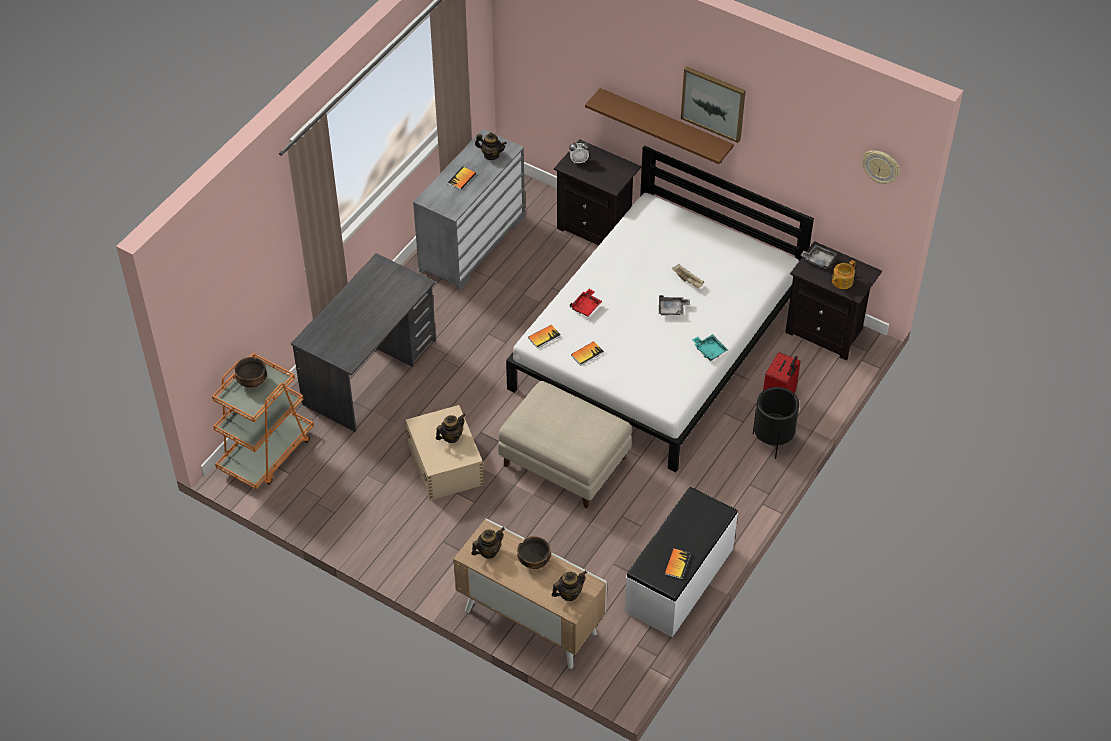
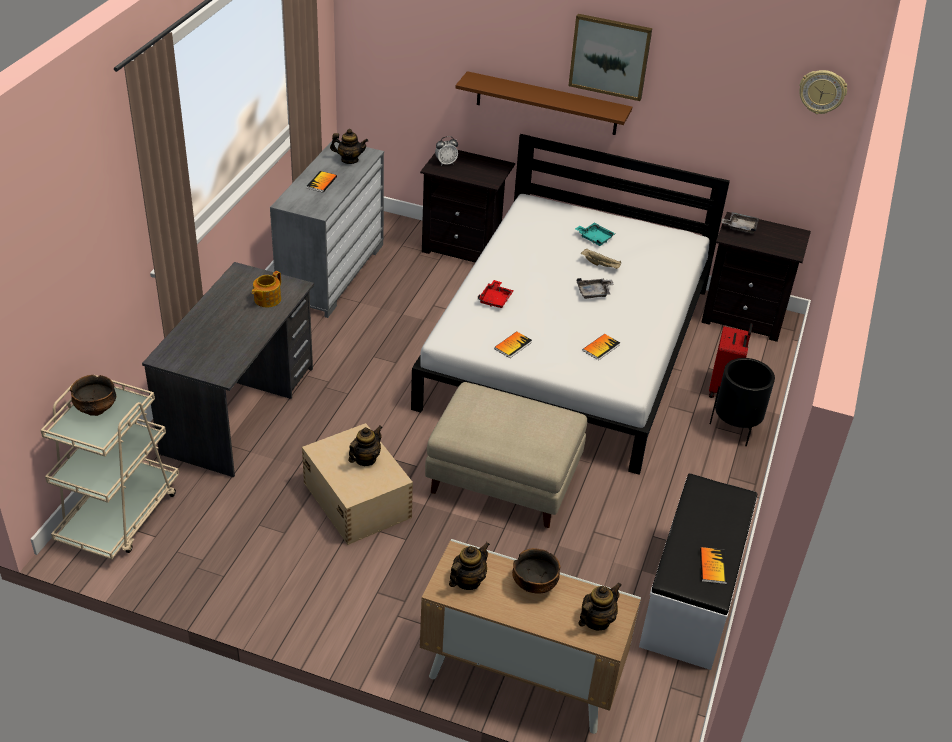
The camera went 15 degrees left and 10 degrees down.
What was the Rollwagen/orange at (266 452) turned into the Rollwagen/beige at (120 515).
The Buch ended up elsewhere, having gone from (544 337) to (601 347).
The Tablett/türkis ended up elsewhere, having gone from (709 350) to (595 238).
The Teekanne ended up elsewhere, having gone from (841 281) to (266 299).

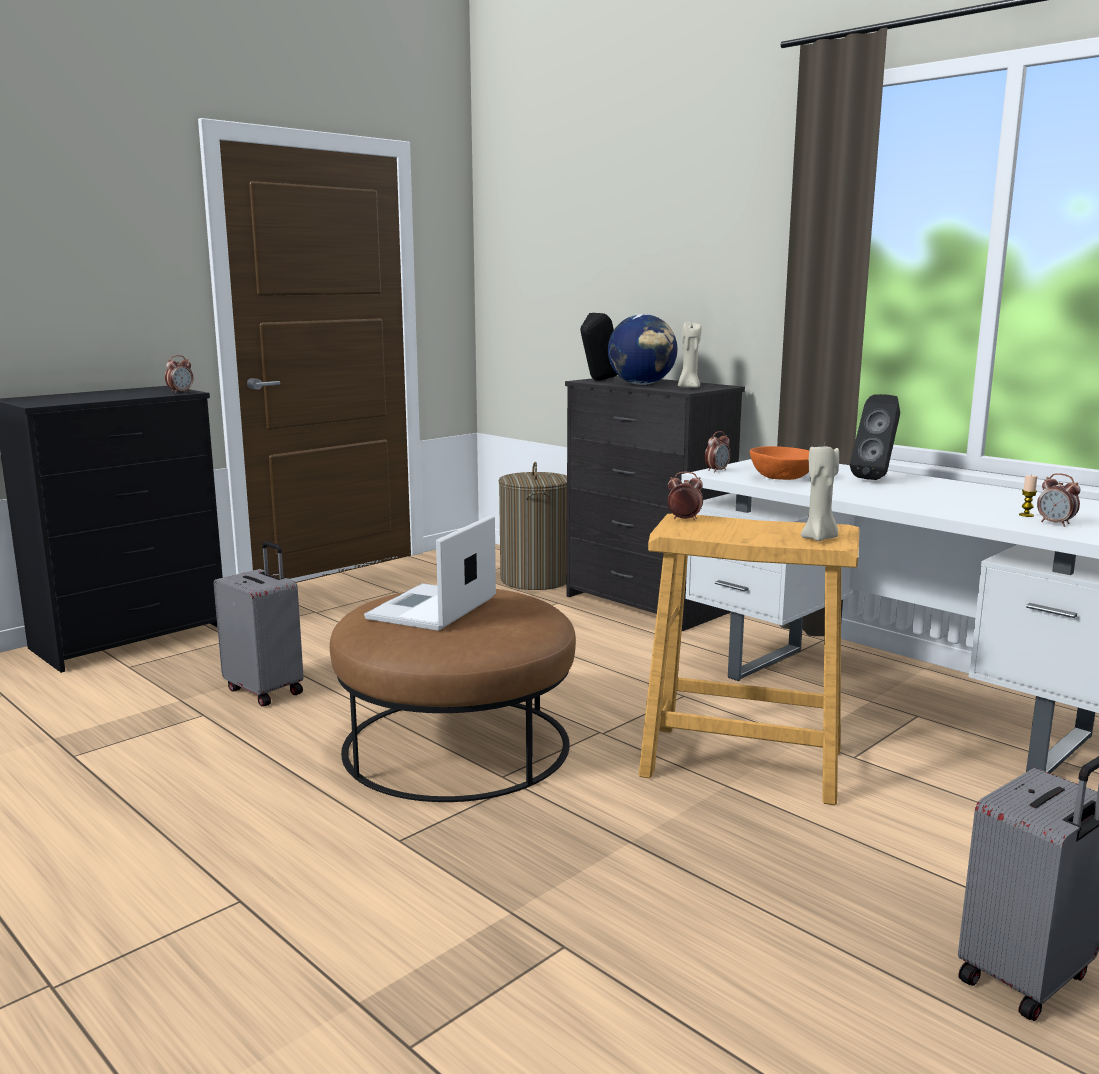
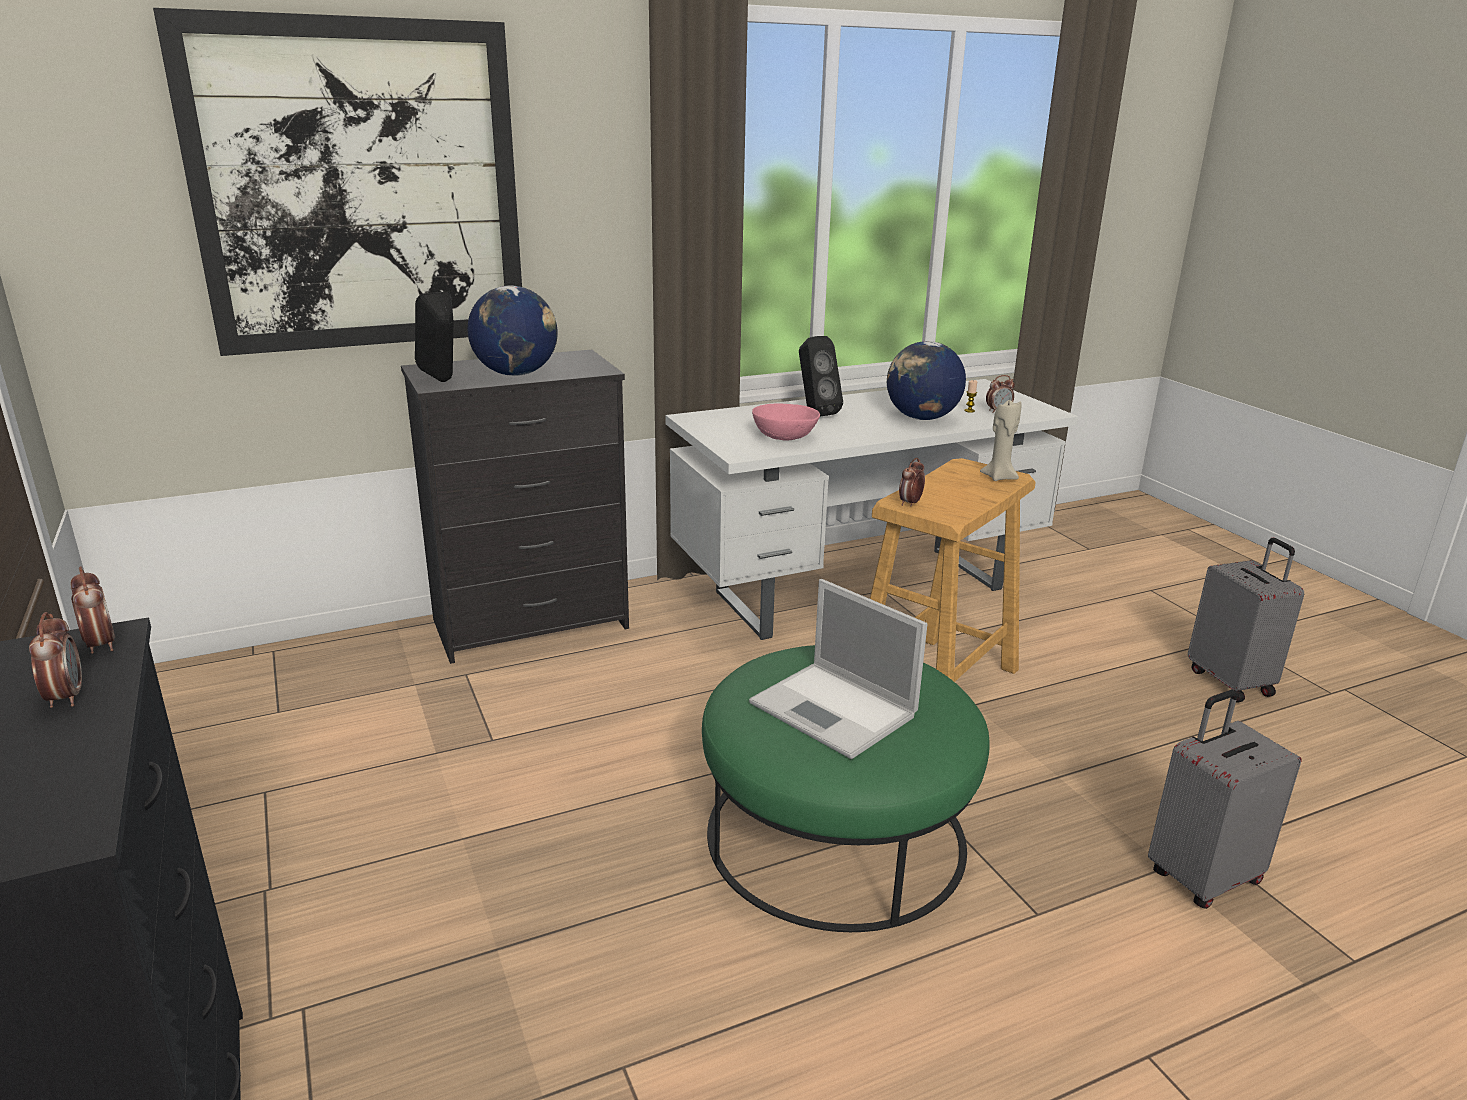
The camera went 70 degrees left and 10 degrees up.
The Koffer/grau ended up elsewhere, having gone from (266 690) to (1201 876).
What was the Polsterhocker/braun at (456 745) turned into the Polsterhocker/grün at (836 835).
The second view lost the Wäschekorb at (535 579).
The second view lost the Kerze/beige at (688 387).
The Wecker ended up elsewhere, having gone from (717 471) to (66 697).
What was the Schüssel/orange at (782 478) turned into the Schüssel/rosa at (784 436).
The second view gained the Bild at (360 188).
The second view gained the Globus at (921 418).

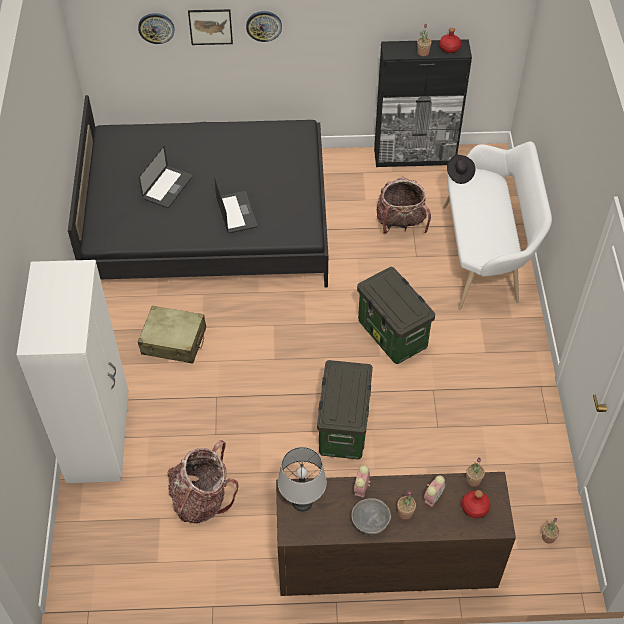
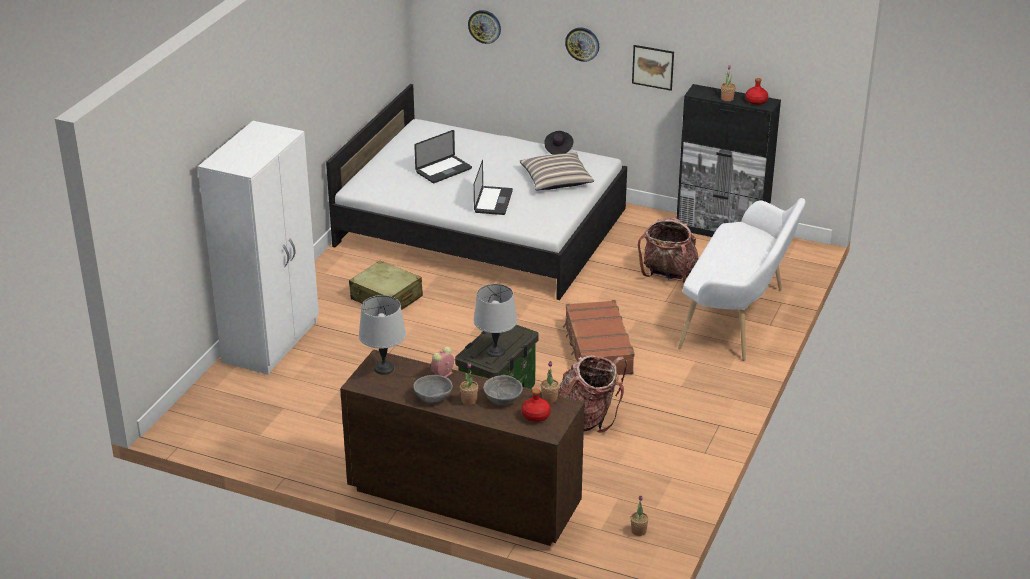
The camera went 25 degrees right and 20 degrees down.
What was the Bett/schwarz at (208 221) turned into the Bett/weiß at (481 227).
The Rucksack ended up elsewhere, having gone from (201 499) to (588 418).
The Bild ended up elsewhere, having gone from (210 26) to (653 67).
Where the Aufbewahrungsbox stood at (393 335), the Koffer/braun came to stand at (597 349).
Where the Wecker stood at (433 497), the Schüssel/grau came to stand at (503 398).
The Hut/schwarz ended up elsewhere, having gone from (459 174) to (558 149).
The second view gained the Tischlampe/grau at (496 351).
The second view gained the Kissen at (556 179).

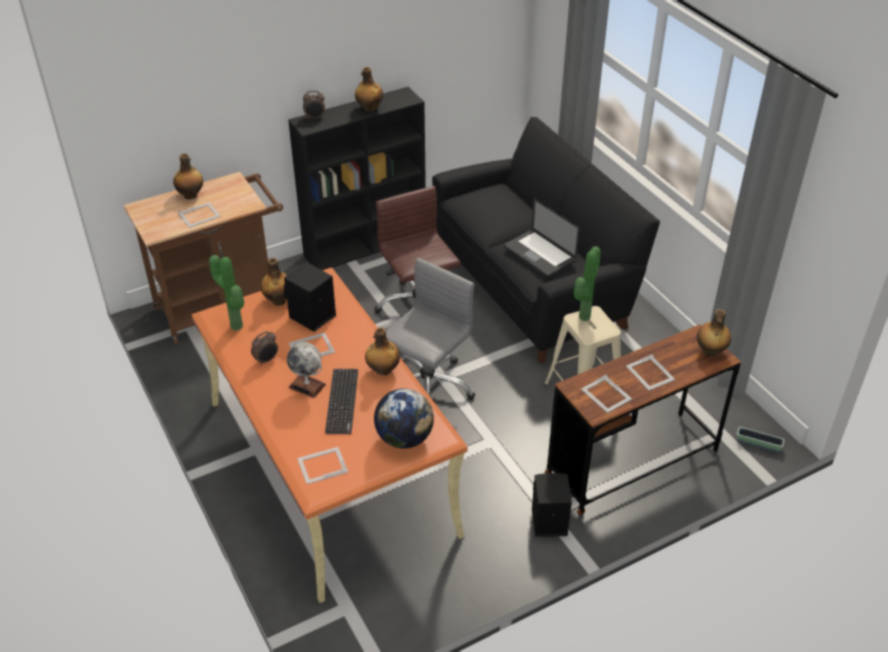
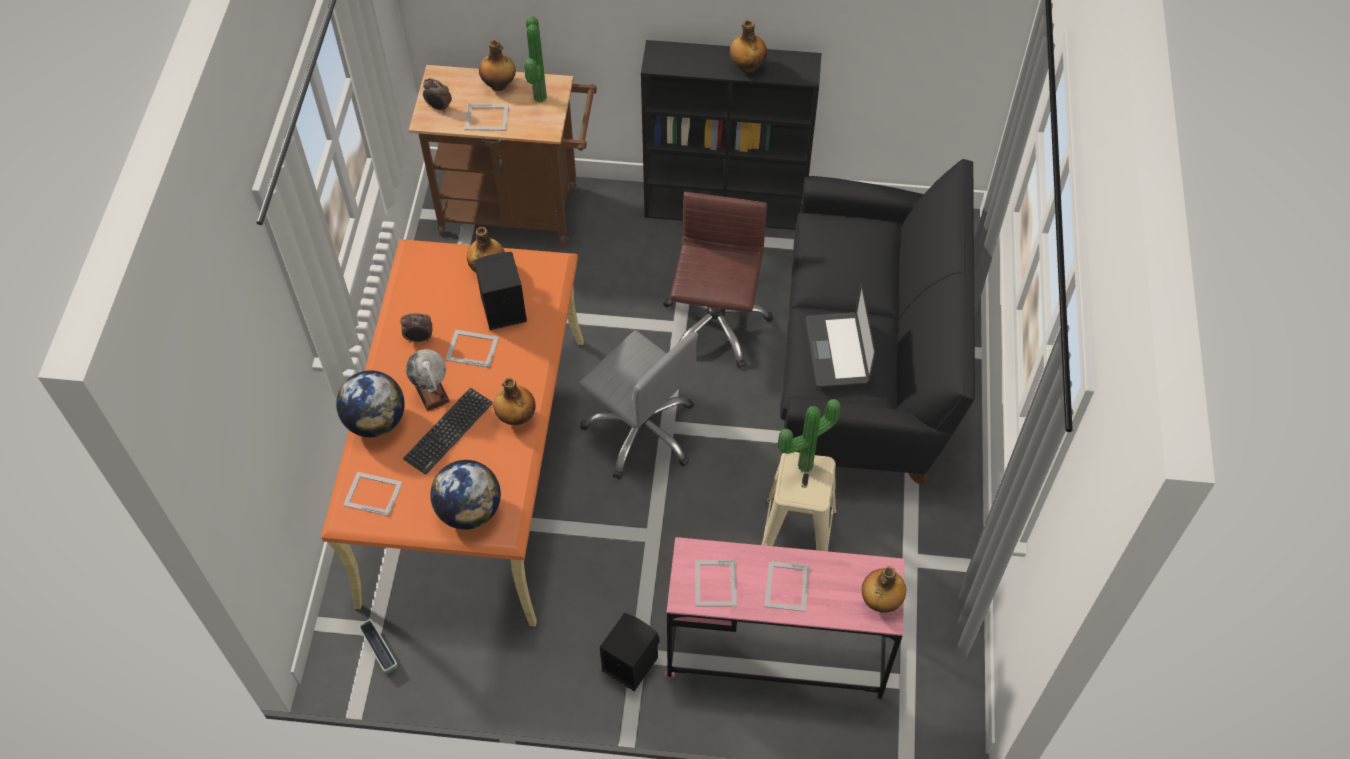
The camera went 35 degrees right and 15 degrees up.
The Topfpflanze ended up elsewhere, having gone from (234 327) to (537 97).
The Wecker ended up elsewhere, having gone from (315 117) to (439 107).
The Bürostuhl/grau at (427 387) ended up facing another way, 60 degrees clockwise from before.
What was the Schreibtisch/braun at (632 462) turned into the Schreibtisch/rosa at (776 652).
The Pflanzkübel ended up elsewhere, having gone from (758 444) to (380 650).
The second view gained the Globus at (376 421).

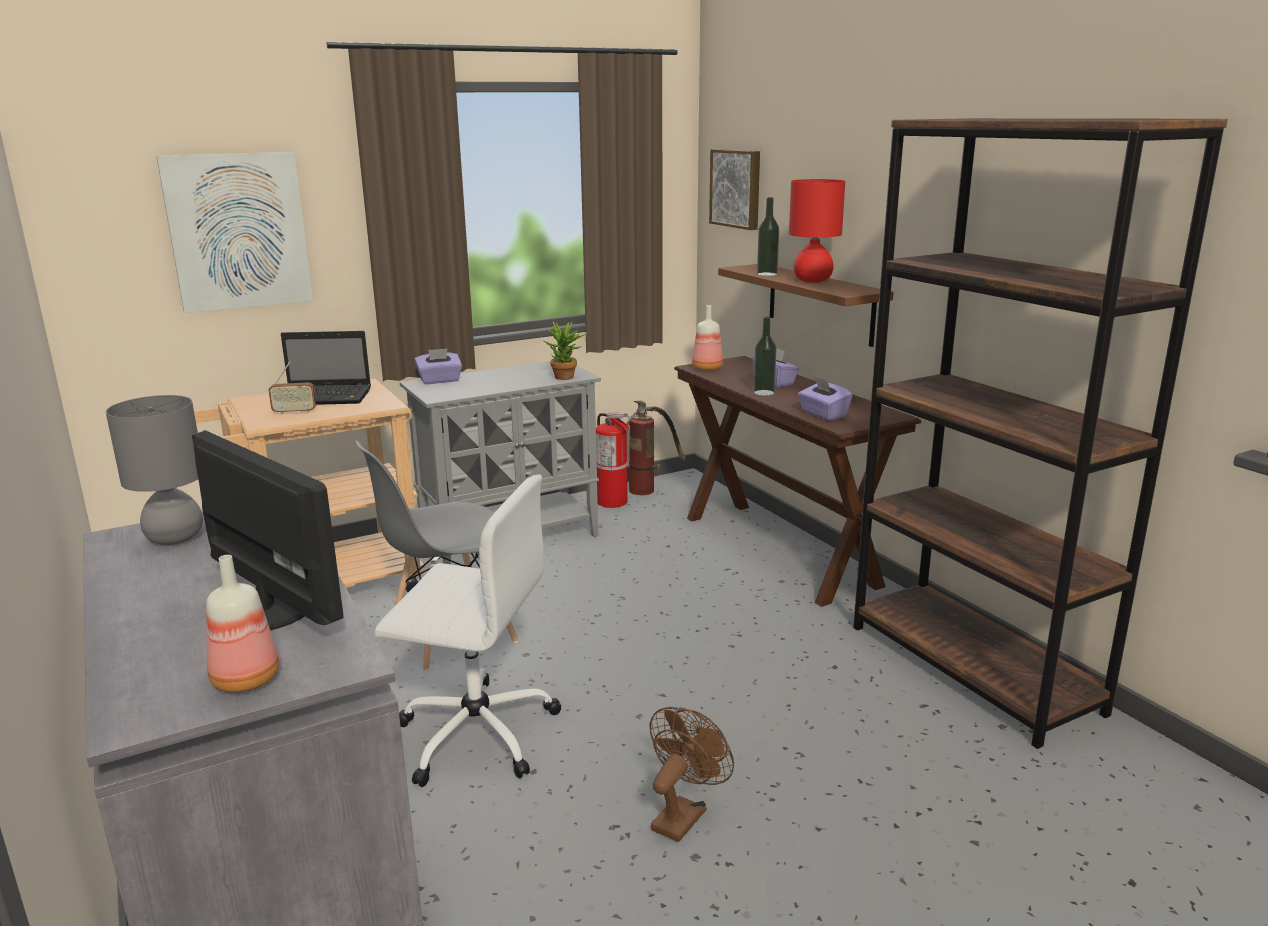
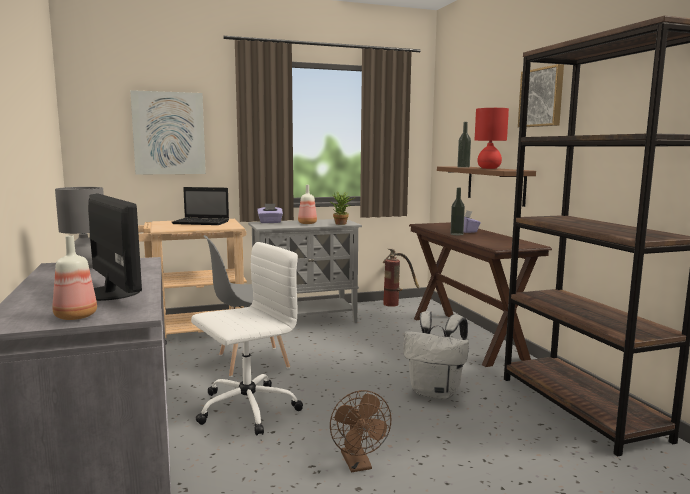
The camera went 10 degrees right and 10 degrees down.
The second view lost the Radio at (294 412).
The Bürostuhl/weiß at (475 733) ended up facing another way, 60 degrees counterclockwise from before.
The second view lost the Feuerlöscher at (612 502).
The Ventilator/braun at (683 814) ended up facing another way, 120 degrees clockwise from before.
The Flasche ended up elsewhere, having gone from (707 369) to (307 223).
The Bild ended up elsewhere, having gone from (737 188) to (542 97).
The second view lost the Taschentuchbox/lila at (823 414).
The second view gained the Rucksack/weiß at (436 392).

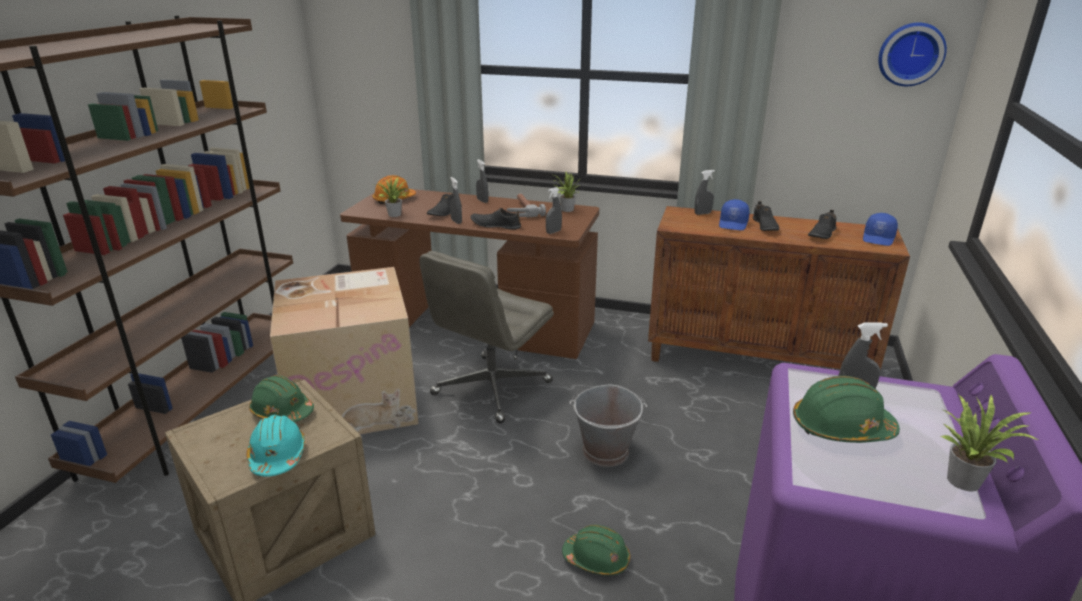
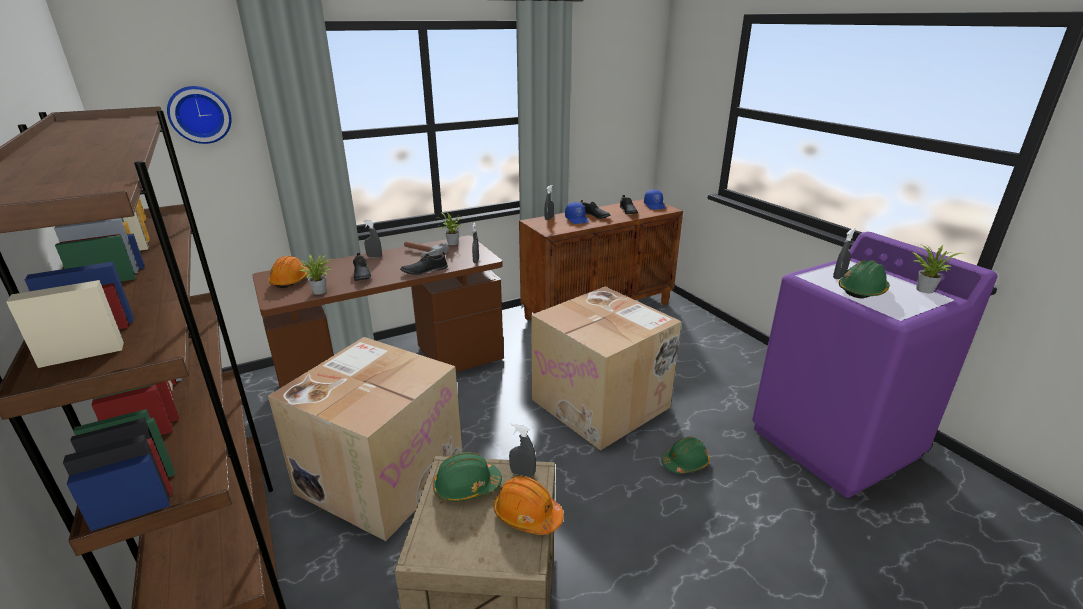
The camera went 45 degrees left and 0 degrees up.
What was the Schutzhelm/türkis at (277 456) turned into the Schutzhelm/orange at (527 515).
The second view lost the Bürostuhl/grau at (491 389).
The Sprühflasche/grau ended up elsewhere, having gone from (456 221) to (522 473).
Where the Eimer/grau stood at (606 452), the Karton came to stand at (602 403).
The Wanduhr ended up elsewhere, having gone from (910 54) to (200 114).

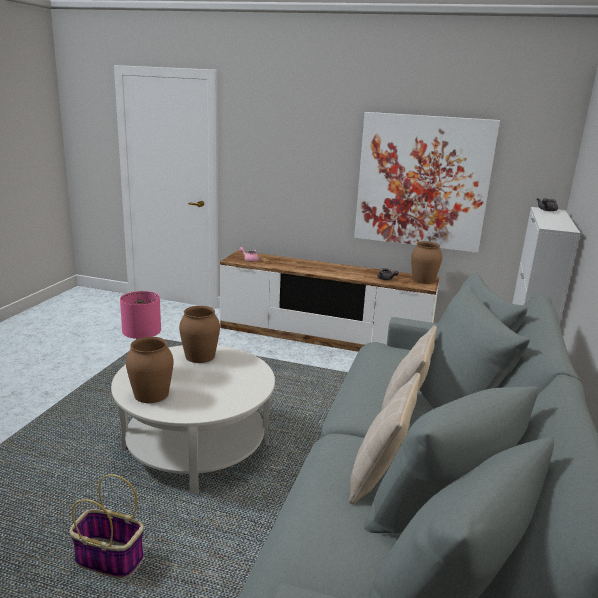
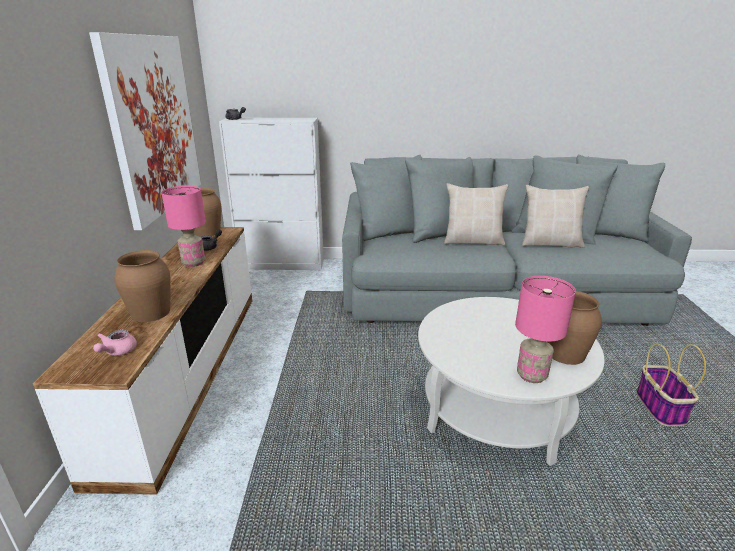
The camera went 105 degrees left and 5 degrees up.
The Vase/braun ended up elsewhere, having gone from (200 356) to (151 312).
The second view gained the Tischlampe/rosa at (194 263).

